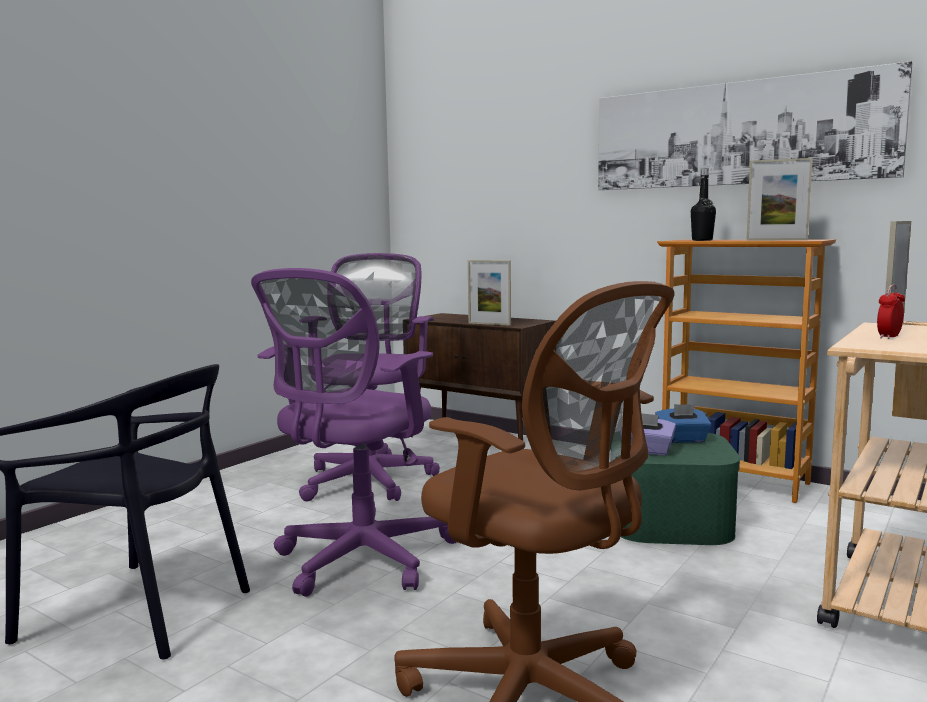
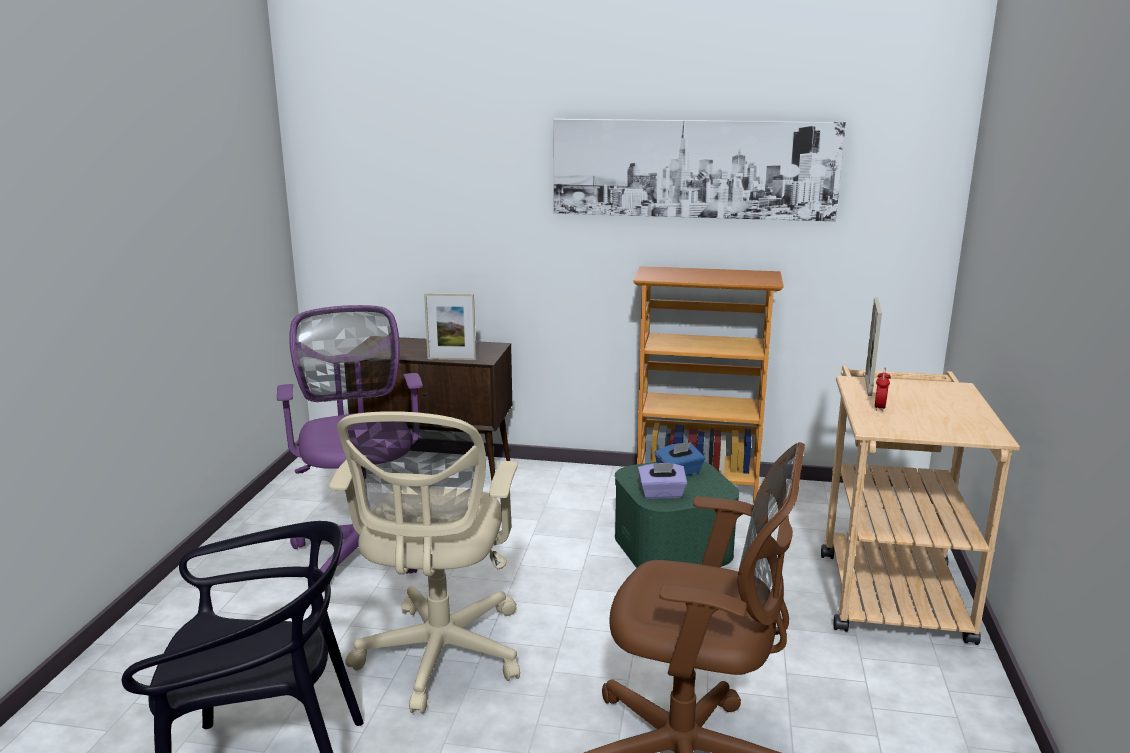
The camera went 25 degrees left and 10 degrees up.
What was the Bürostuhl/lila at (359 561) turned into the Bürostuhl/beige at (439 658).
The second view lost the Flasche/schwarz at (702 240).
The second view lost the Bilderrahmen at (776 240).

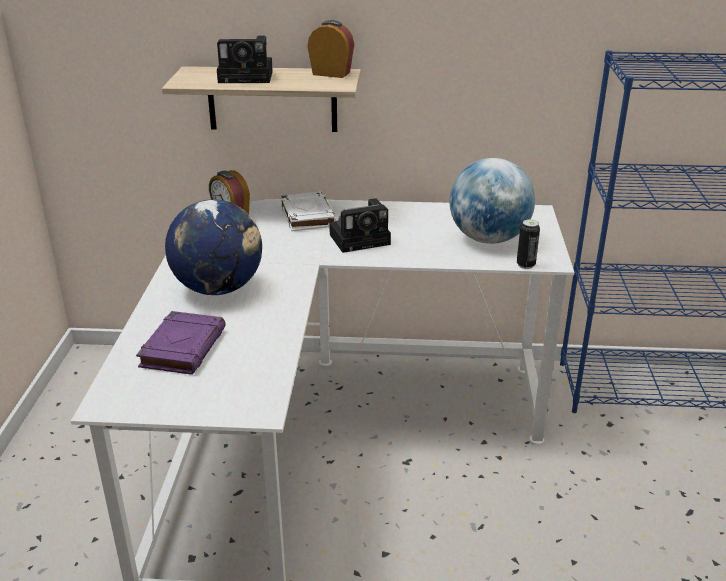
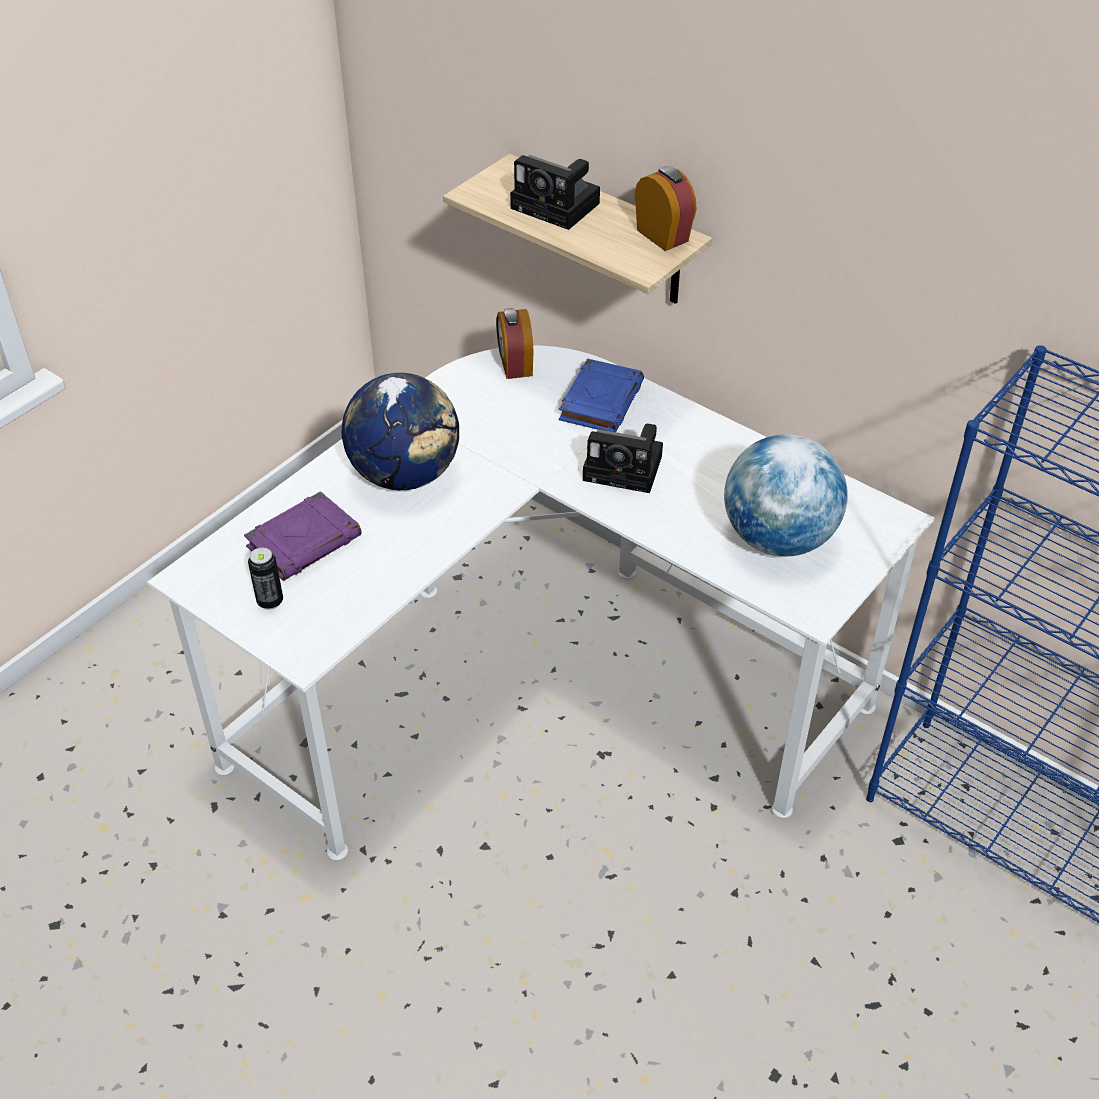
The camera went 35 degrees right and 15 degrees up.
What was the Buch/weiß at (307 216) turned into the Buch/blau at (601 401).
The Dose ended up elsewhere, having gone from (525 265) to (270 601).

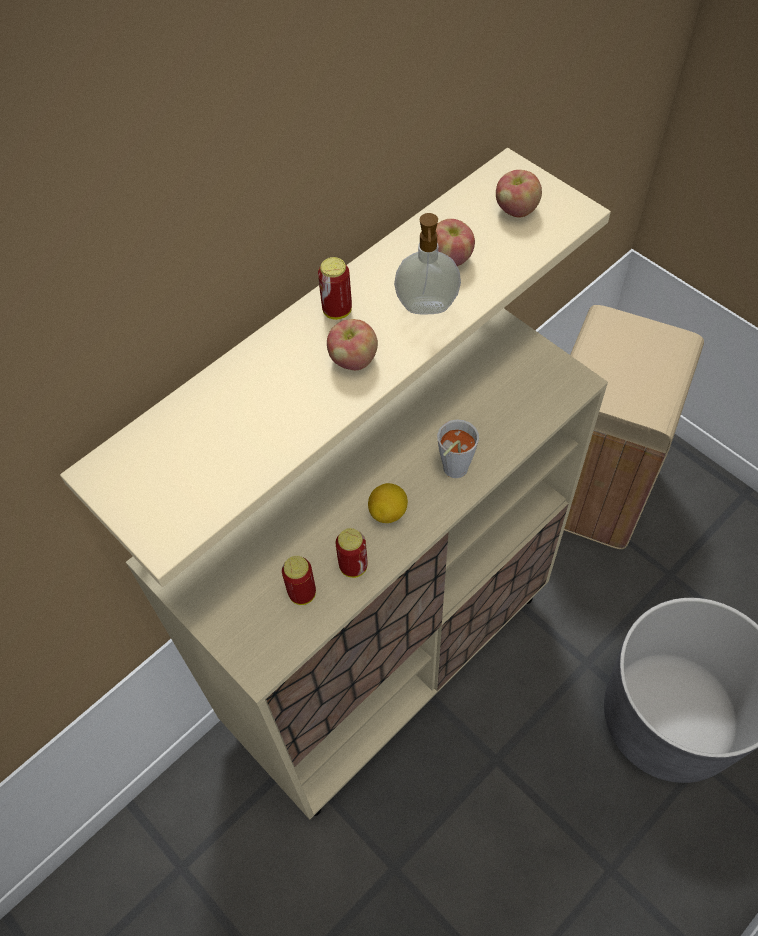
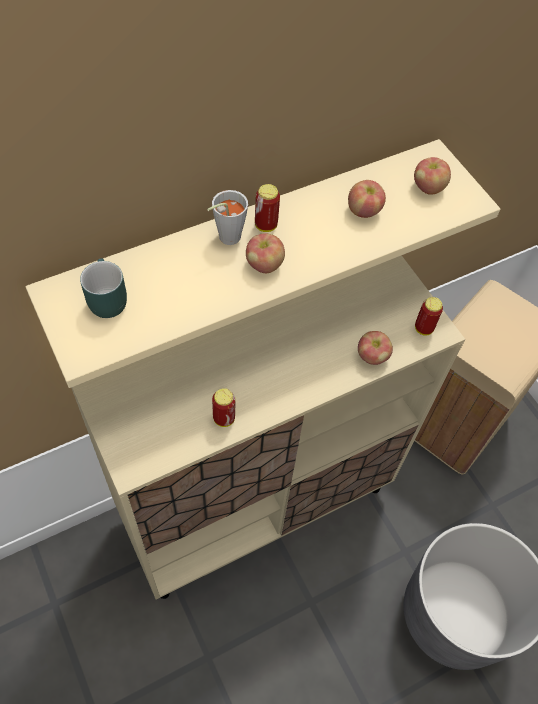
The camera went 10 degrees right and 0 degrees up.
The Dose ended up elsewhere, having gone from (302 593) to (423 328).
The second view lost the Zitrone at (388 512).
The second view lost the Seifenspender at (427 308).
The Tasse/grau ended up elsewhere, having gone from (452 471) to (225 239).
The second view gained the Henkelbecher/türkis at (104 299).
The second view gained the Apfel at (372 356).

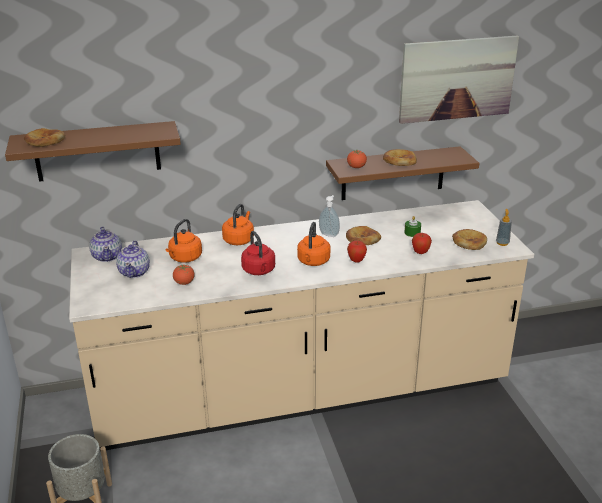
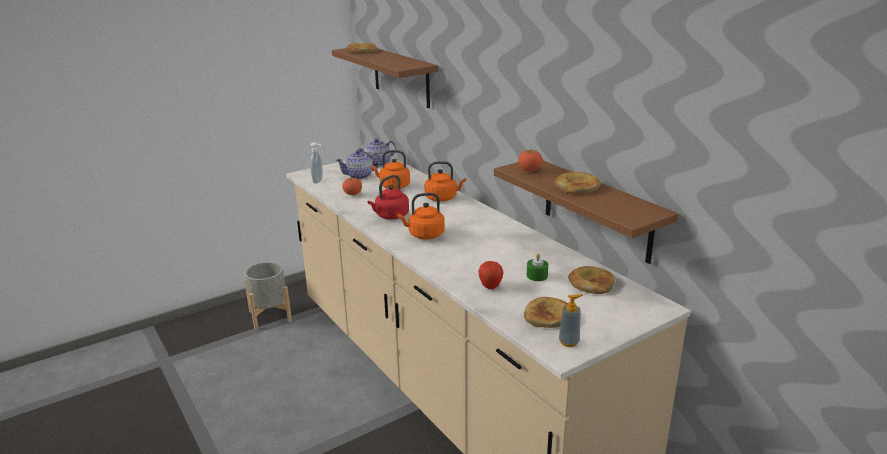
The camera went 70 degrees right and 5 degrees down.
The Seifenspender ended up elsewhere, having gone from (329 234) to (318 181).
The Brot ended up elsewhere, having gone from (362 238) to (591 283).
The second view lost the Apfel at (356 261).
The second view lost the Bild at (457 79).

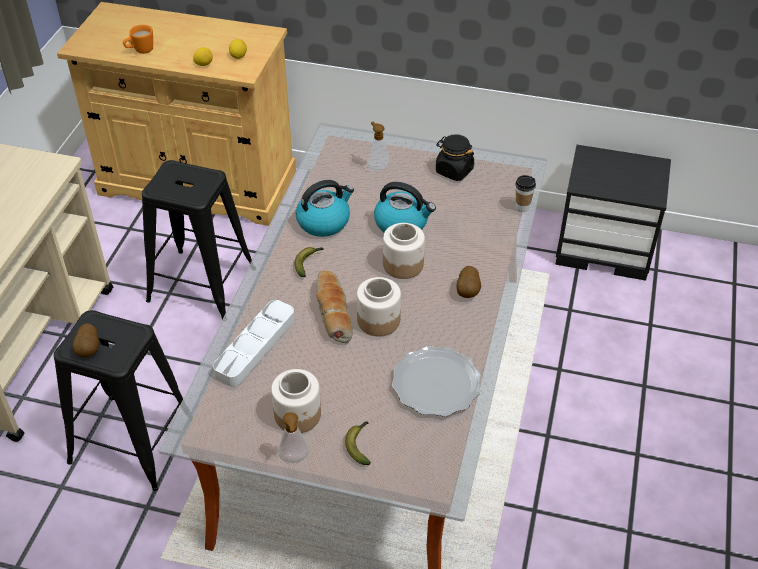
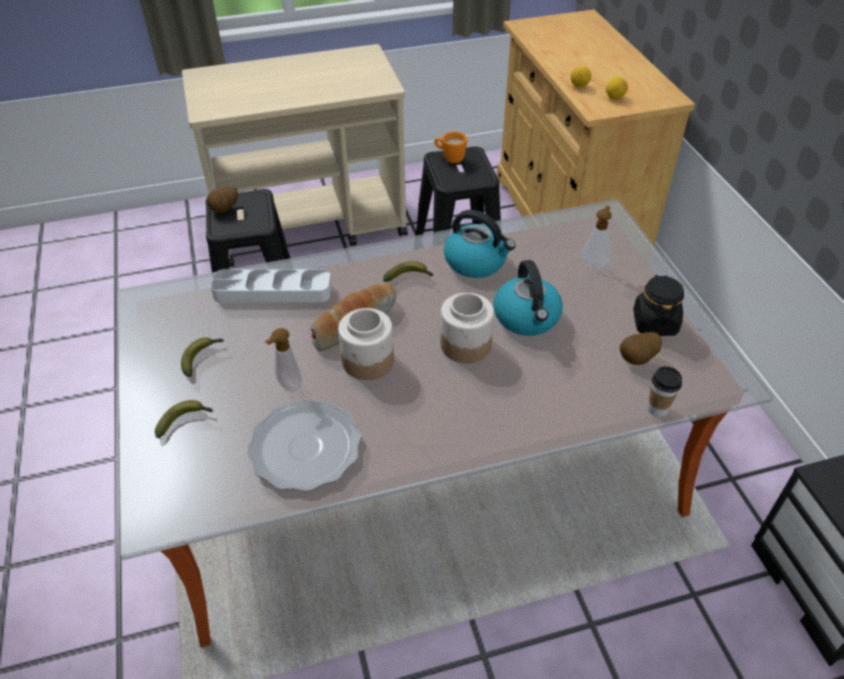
The camera went 60 degrees right and 0 degrees up.
The Henkelbecher/orange ended up elsewhere, having gone from (140 51) to (449 158).
Where the Vorratsglas stood at (298 415), the Banane came to stand at (202 358).
The Seifenspender ended up elsewhere, having gone from (294 460) to (288 386).
The Kartoffel ended up elsewhere, having gone from (468 292) to (638 359).

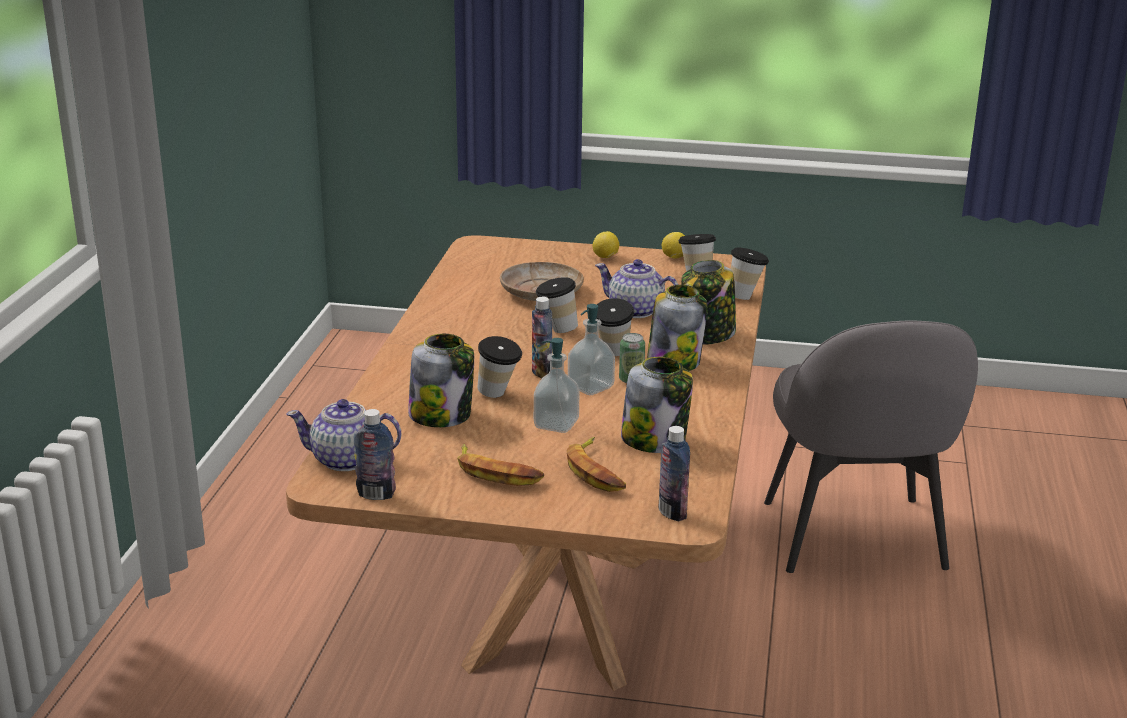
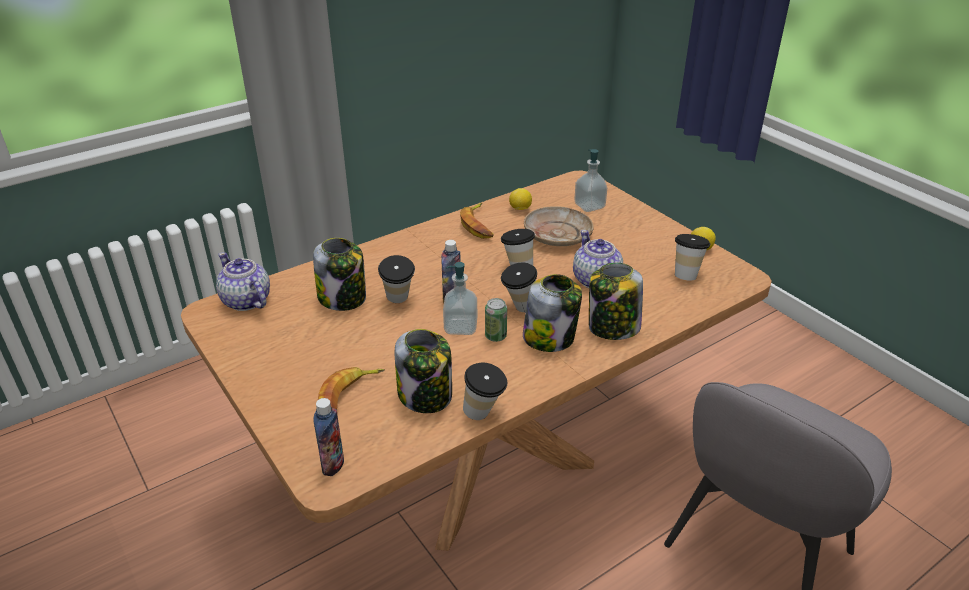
The camera went 45 degrees right and 10 degrees up.
The second view lost the Flasche at (376 494).
The Banane ended up elsewhere, having gone from (497 473) to (478 225).
The Seifenspender ended up elsewhere, having gone from (556 424) to (589 206).
The Zitrone ended up elsewhere, having gone from (605 257) to (520 209).
The Tasse ended up elsewhere, having gone from (745 296) to (484 414).

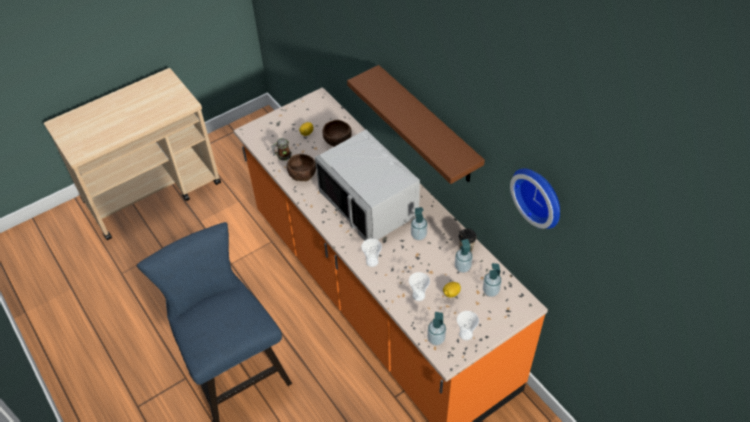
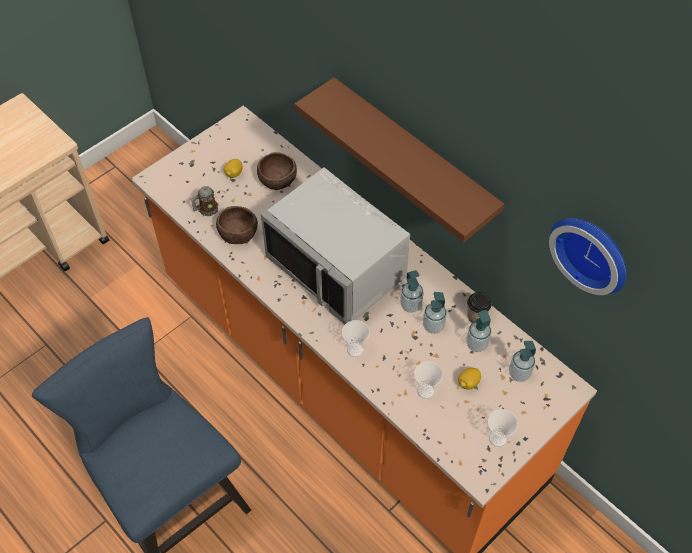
The camera went 10 degrees left and 5 degrees up.
The Seifenspender ended up elsewhere, having gone from (436 339) to (433 326).

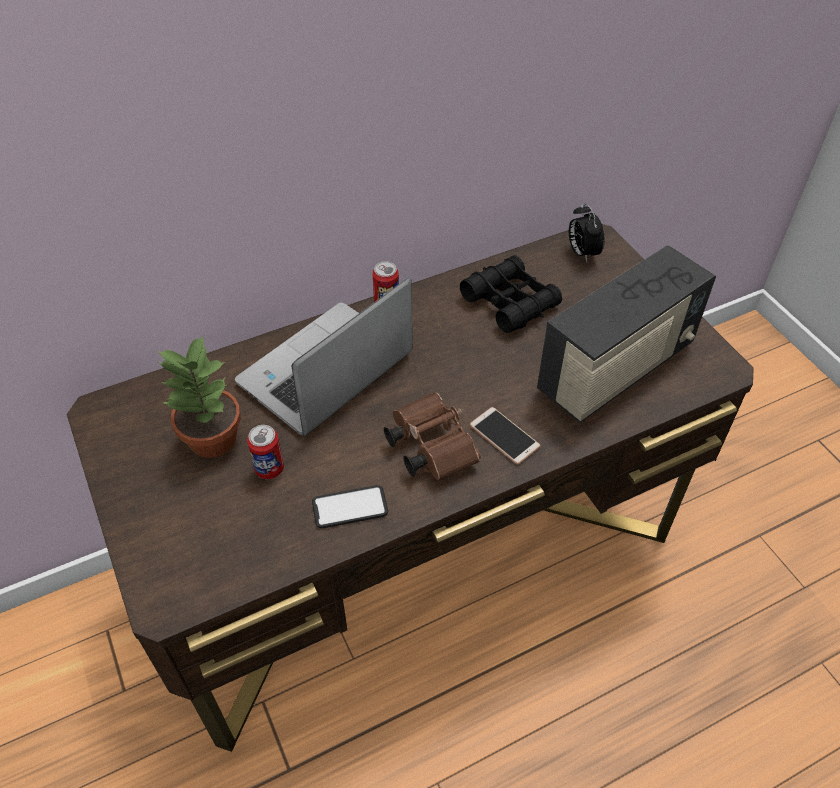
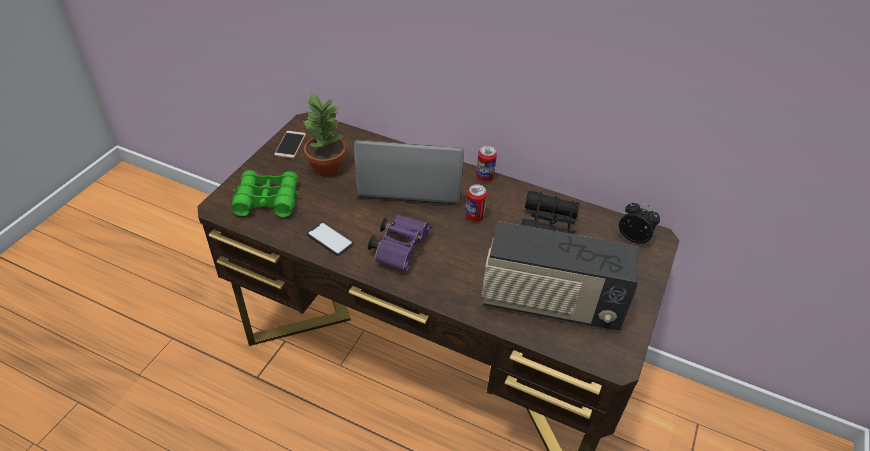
The camera went 50 degrees right and 5 degrees down.
The Dose ended up elsewhere, having gone from (269 469) to (474 216).
What was the Fernglas/braun at (429 446) turned into the Fernglas/lila at (400 248).
The Handy ended up elsewhere, having gone from (504 436) to (290 145).
The Wecker at (582 253) ended up facing another way, 90 degrees clockwise from before.
The second view gained the Fernglas/grün at (267 200).

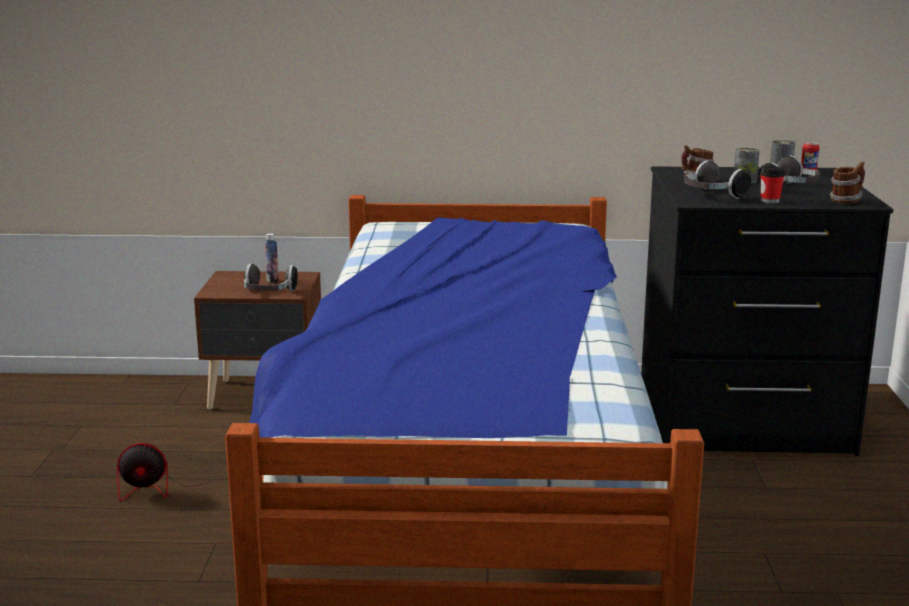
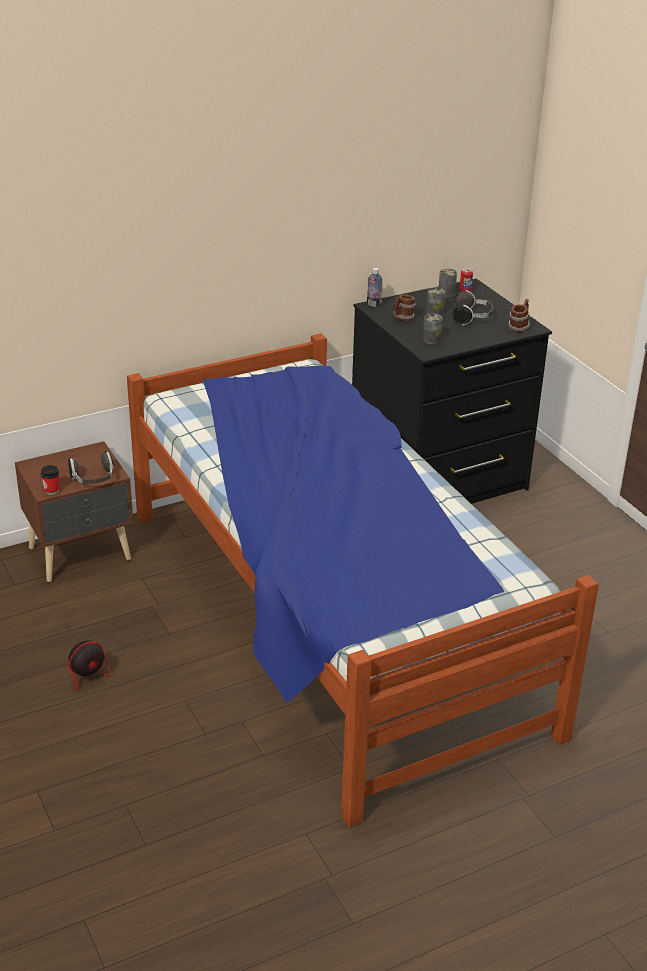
The camera went 30 degrees left and 15 degrees up.
The Flasche ended up elsewhere, having gone from (272 280) to (374 304).
Where the Kopfhörer stood at (712 195), the Dose came to stand at (431 339).
The Tasse ended up elsewhere, having gone from (770 201) to (52 491).

